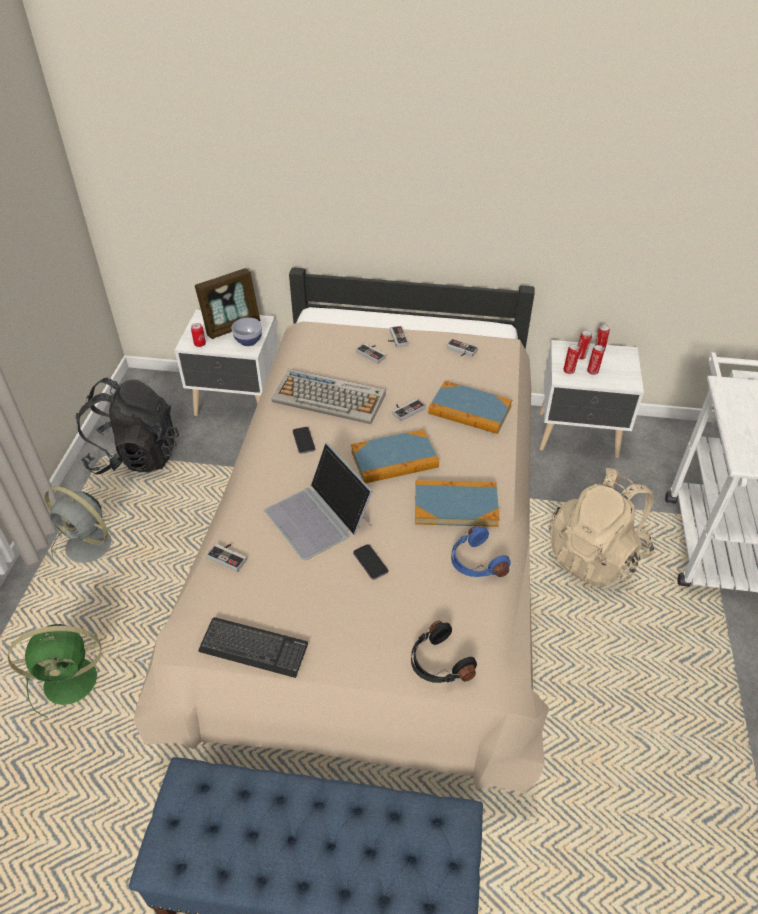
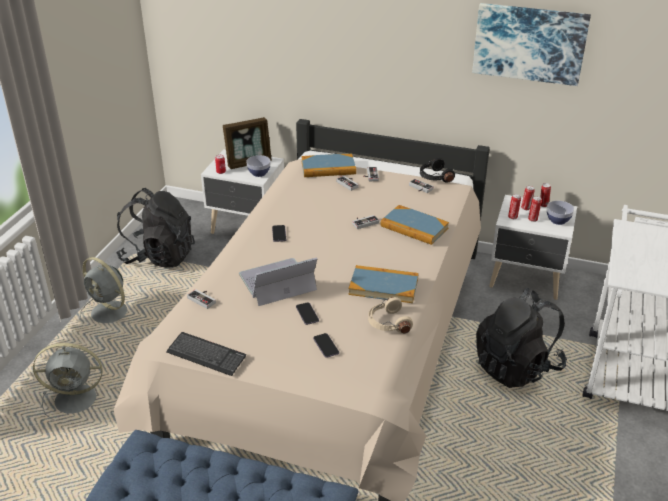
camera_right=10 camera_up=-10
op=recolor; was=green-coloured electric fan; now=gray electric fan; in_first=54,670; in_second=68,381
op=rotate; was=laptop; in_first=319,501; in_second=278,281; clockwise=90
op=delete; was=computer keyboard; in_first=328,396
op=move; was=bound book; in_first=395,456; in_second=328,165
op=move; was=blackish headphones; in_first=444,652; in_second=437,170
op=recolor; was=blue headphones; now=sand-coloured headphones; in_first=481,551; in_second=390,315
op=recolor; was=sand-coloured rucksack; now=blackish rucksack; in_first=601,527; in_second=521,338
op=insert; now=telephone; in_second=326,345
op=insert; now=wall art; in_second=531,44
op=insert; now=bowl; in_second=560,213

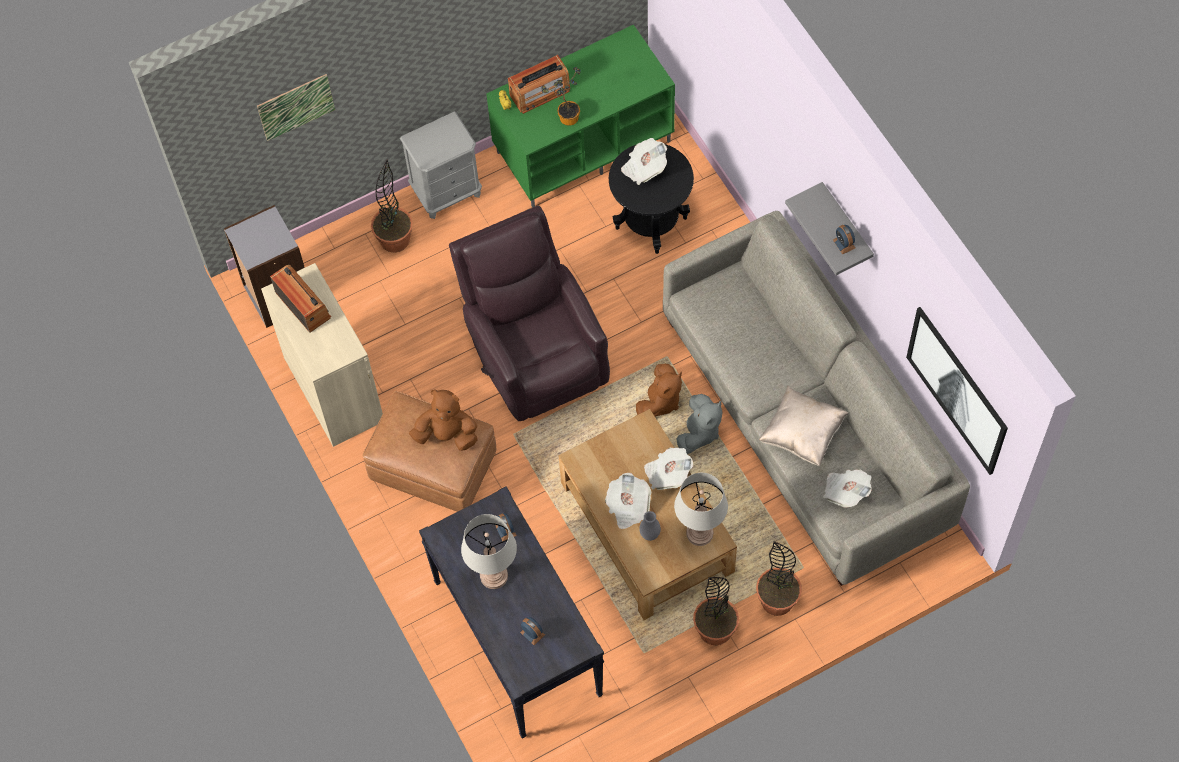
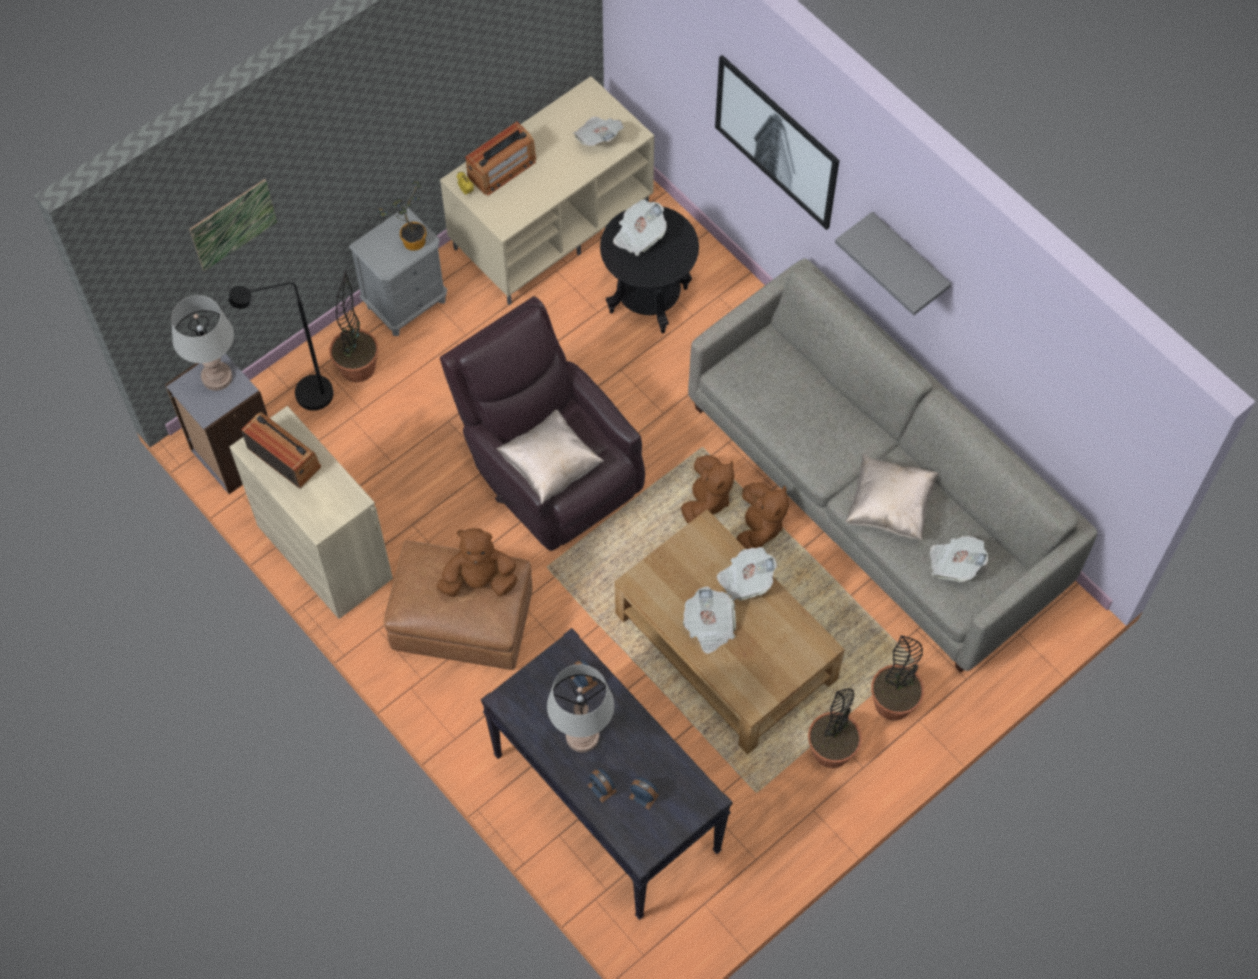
camera_right=-15 camera_up=0
op=recolor; was=green-coloured media console; now=sand-coloured media console; in_first=580,116; in_second=547,190
op=move; was=plant in a pot; in_first=561,96; in_second=402,216
op=delete; was=gray flower vase; in_first=650,526
op=move; was=gray table lamp; in_first=701,509; in_second=202,343
op=recolor; was=gray cuddly toy; now=brownish cuddly toy; in_first=699,424; in_second=762,516
op=move; was=table clock; in_first=844,239; in_second=602,786
op=move; was=wall art; in_first=957,391; in_second=777,142
op=insert; now=blackish floor lamp; in_second=281,346
op=insert; now=sand-coloured throw pillow; in_second=550,457
op=insert; now=newspaper; in_second=598,131

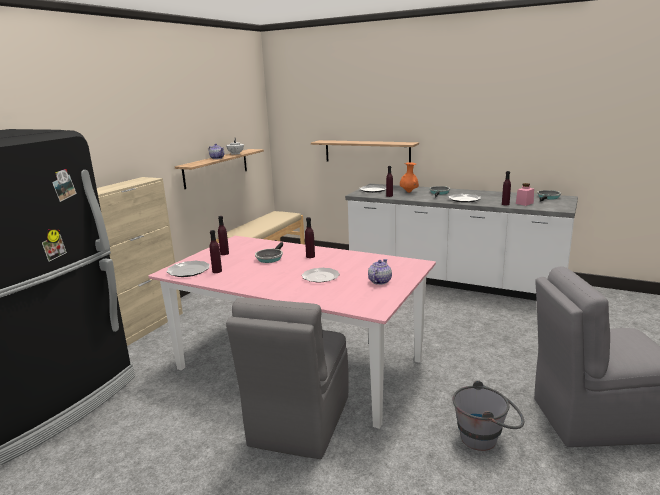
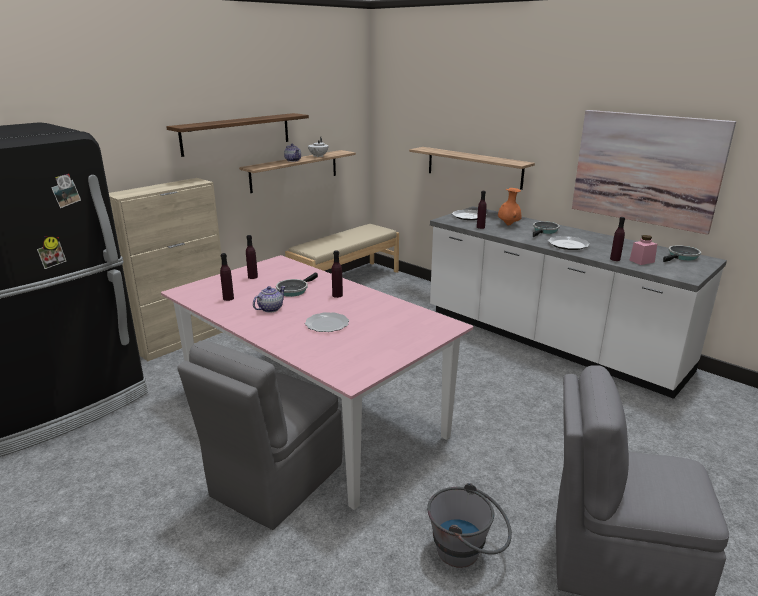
camera_right=15 camera_up=5
op=delete; was=plate; in_first=188,269
op=move; was=tea pot; in_first=380,272; in_second=269,299
op=insert; now=shelf; in_second=237,135
op=insert; now=wall art; in_second=654,172

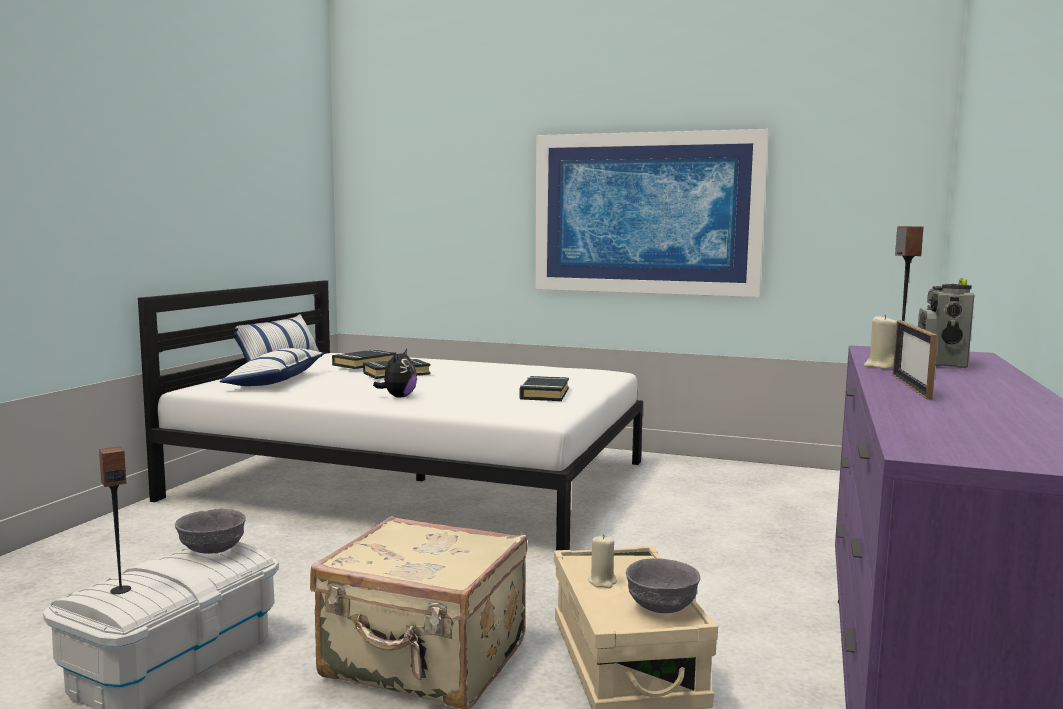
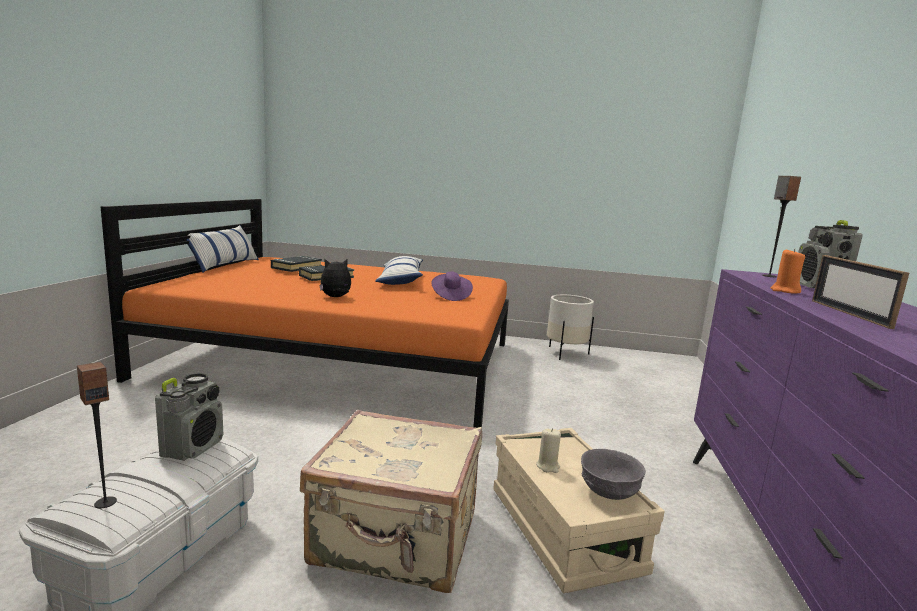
camera_right=-10 camera_up=5
op=recolor; was=white-coloured bed; now=orange bed; in_first=390,415; in_second=304,313
op=replace; was=gray bowl; now=radio set; in_first=210,531; in_second=189,417
op=move; was=throw pillow; in_first=272,367; in_second=399,270
op=rotate; was=cuddly toy; in_first=395,373; in_second=335,278; clockwise=-120
op=replace; was=blackish bound book; now=purple clothing hat; in_first=544,388; in_second=452,286
op=delete; was=wall art; in_first=652,213
op=recolor; was=sand-coloured wax candle; now=orange wax candle; in_first=880,341; in_second=788,271
op=insert; now=white-coloured plant pot; in_second=570,327

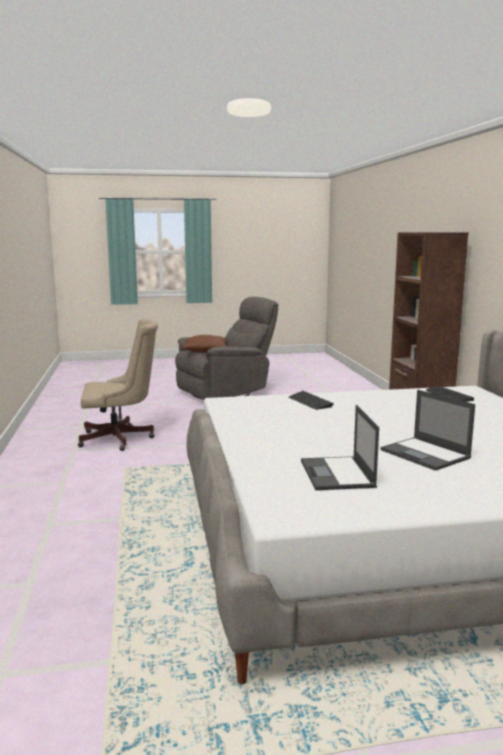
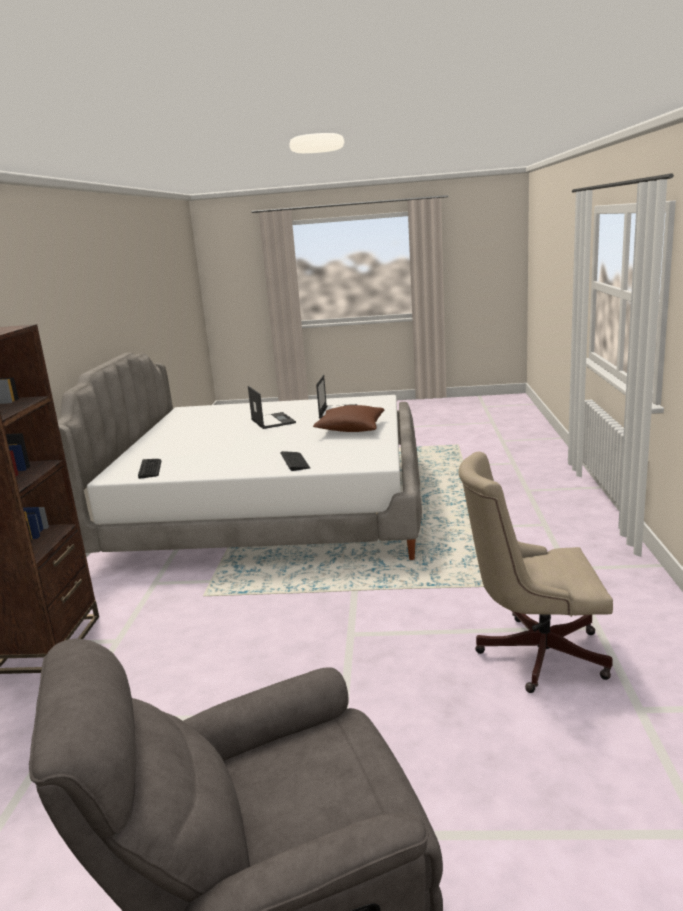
camera_right=-165 camera_up=5
op=move; was=brownish throw pillow; in_first=205,344; in_second=348,418

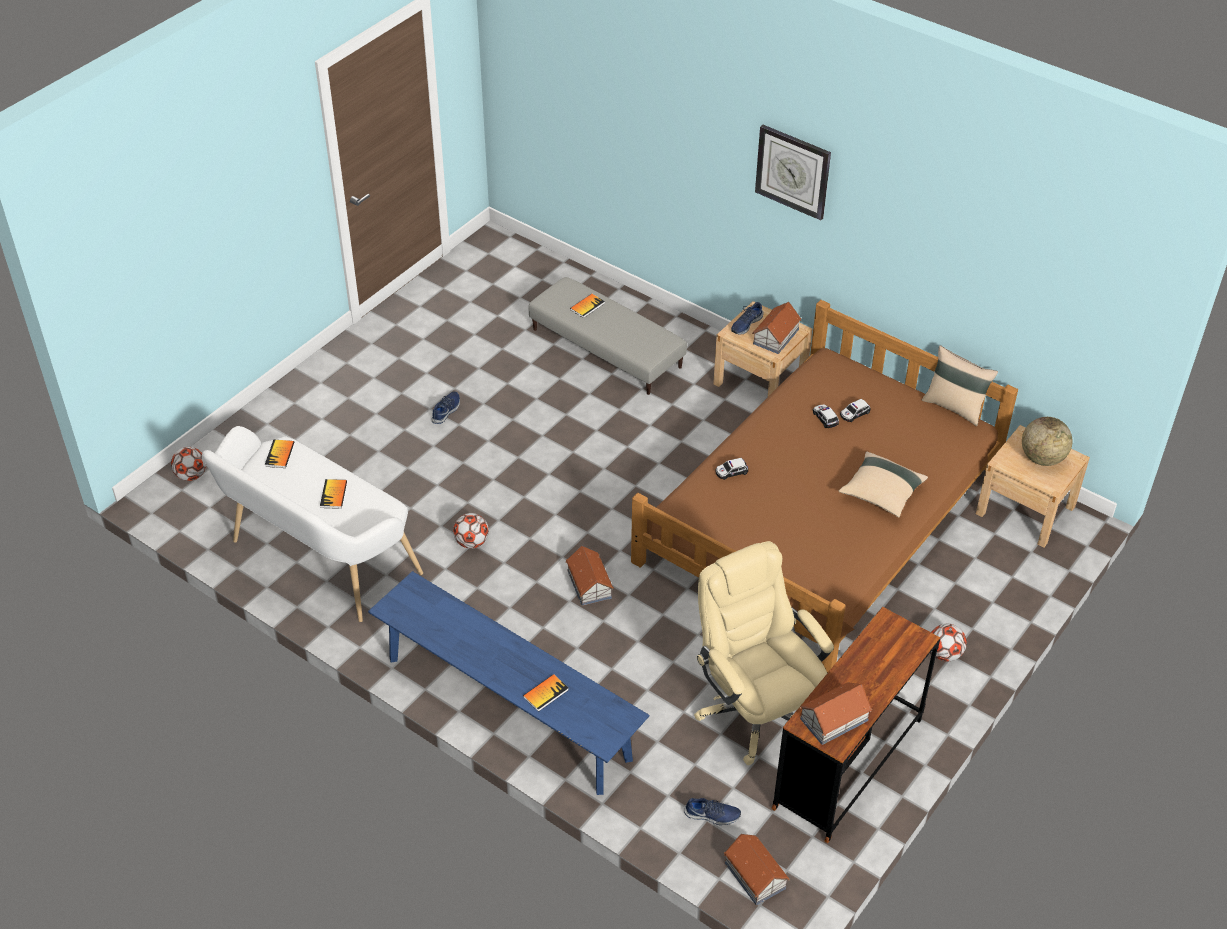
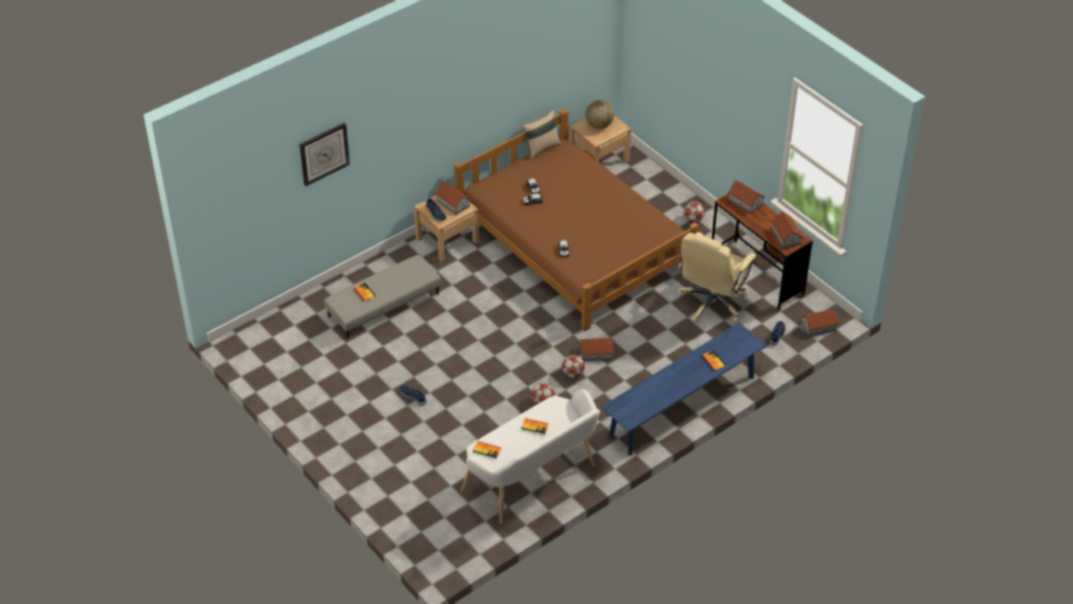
camera_right=-75 camera_up=0
op=move; was=football; in_first=188,464; in_second=573,366
op=rotate; was=sand-coloured desk chair; in_first=764,653; in_second=717,277; clockwise=-45
op=move; was=clock on the wall; in_first=793,172; in_second=324,154
op=delete; was=sand-coloured throw pillow; in_first=883,484
op=insert; now=model house; in_second=746,197

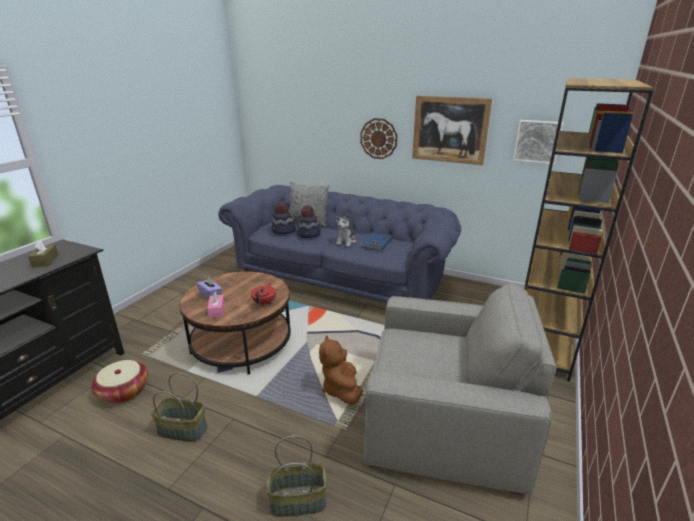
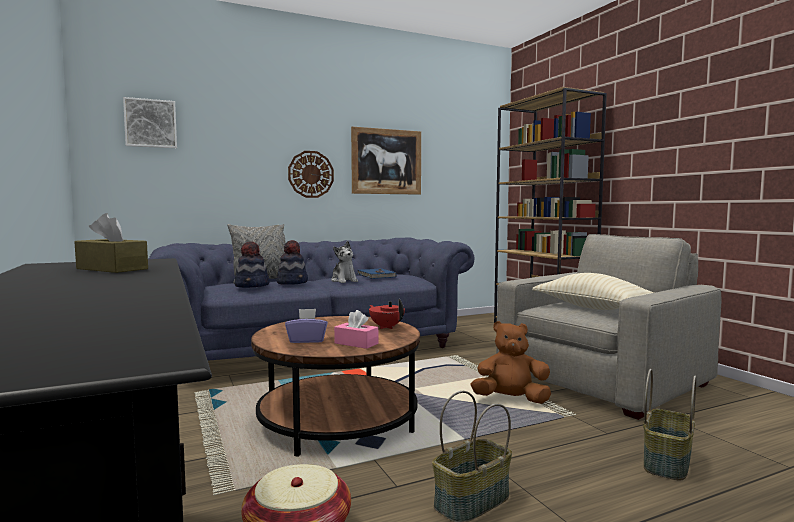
camera_right=-50 camera_up=-20
op=rotate; was=brownish cuddly toy; in_first=341,370; in_second=510,362; clockwise=150
op=move; was=wall art; in_first=538,142; in_second=150,122
op=insert; now=sand-coloured throw pillow; in_second=593,291

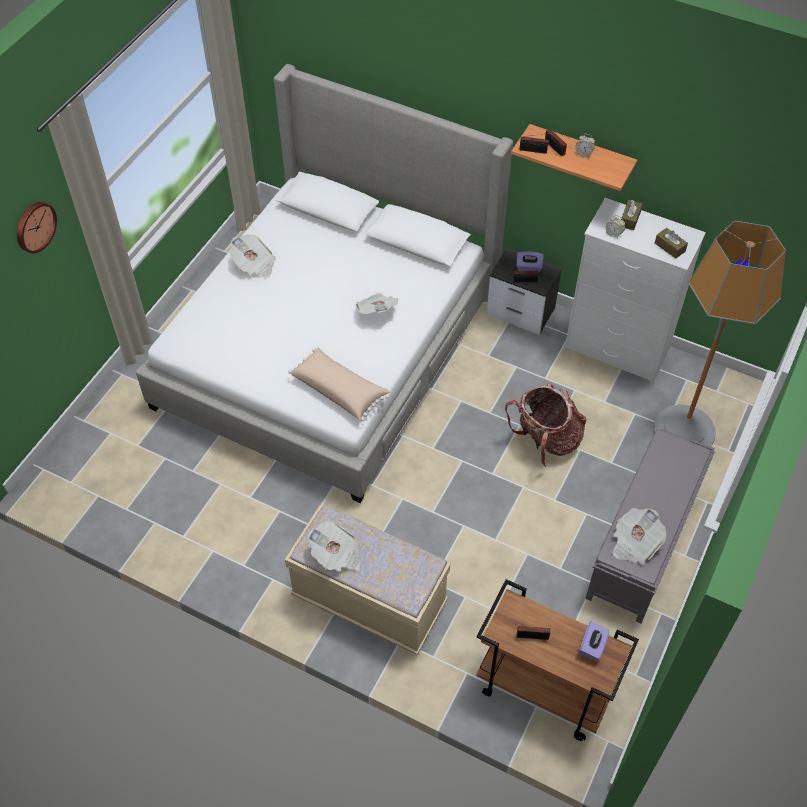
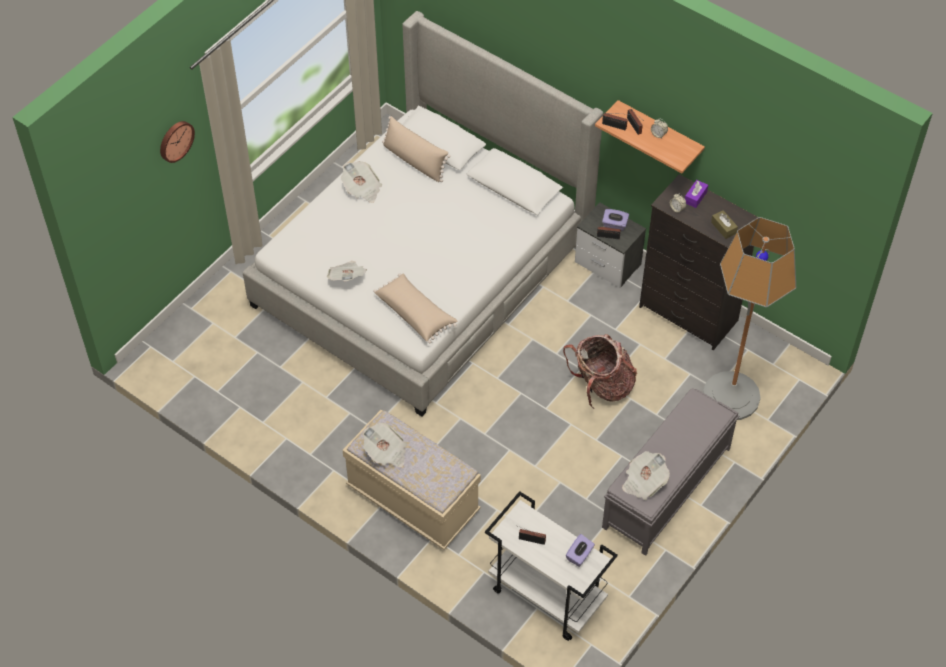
camera_right=10 camera_up=0
op=move; was=newspaper; in_first=377,303; in_second=347,271
op=recolor; was=brownish wheeled cart; now=white-coloured wheeled cart; in_first=557,660; in_second=551,566
op=recolor; was=white-coloured chest of drawers; now=blackish chest of drawers; in_first=635,292; in_second=698,262
op=recolor; was=brownish tissue box; now=purple tissue box; in_first=632,215; in_second=696,194
op=insert; now=sand-coloured throw pillow; in_second=416,149

